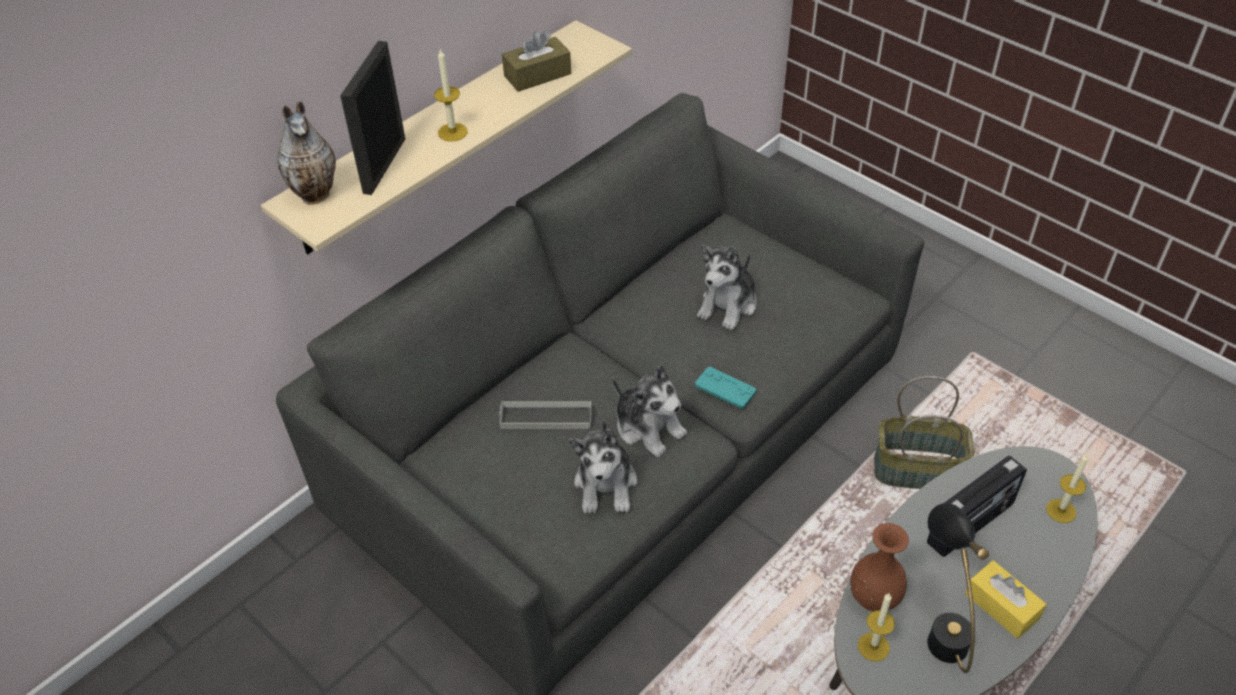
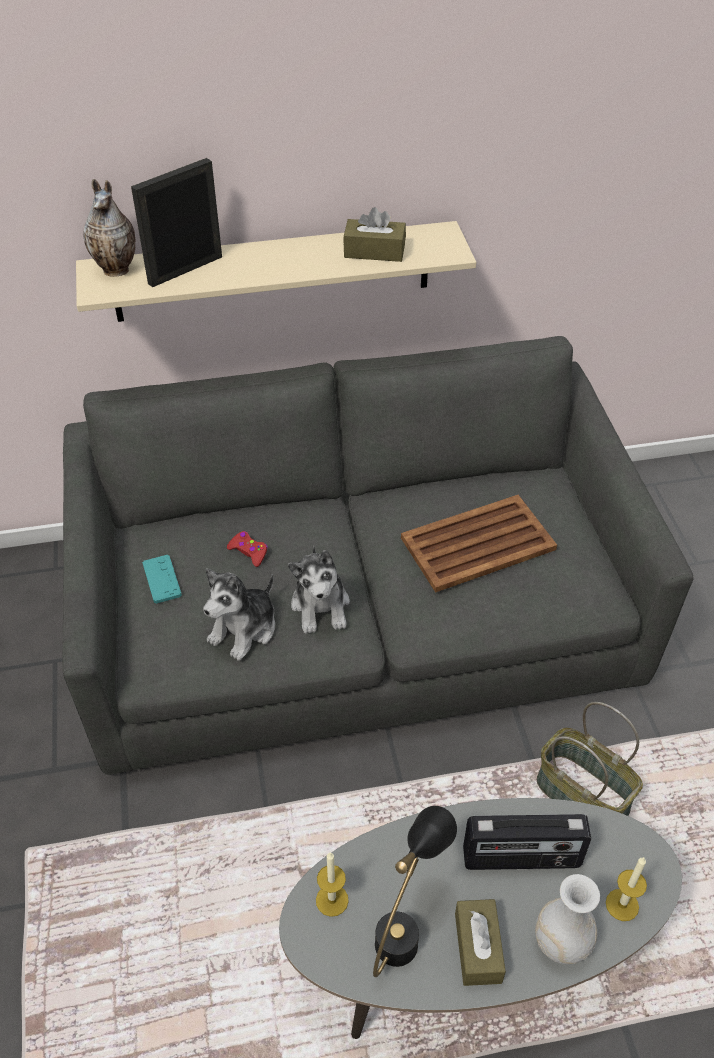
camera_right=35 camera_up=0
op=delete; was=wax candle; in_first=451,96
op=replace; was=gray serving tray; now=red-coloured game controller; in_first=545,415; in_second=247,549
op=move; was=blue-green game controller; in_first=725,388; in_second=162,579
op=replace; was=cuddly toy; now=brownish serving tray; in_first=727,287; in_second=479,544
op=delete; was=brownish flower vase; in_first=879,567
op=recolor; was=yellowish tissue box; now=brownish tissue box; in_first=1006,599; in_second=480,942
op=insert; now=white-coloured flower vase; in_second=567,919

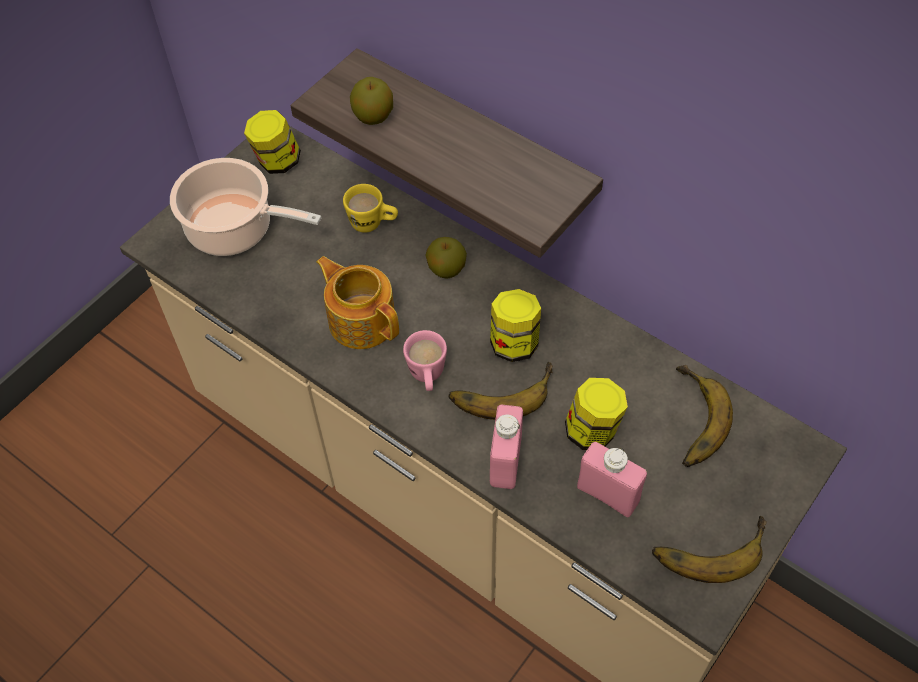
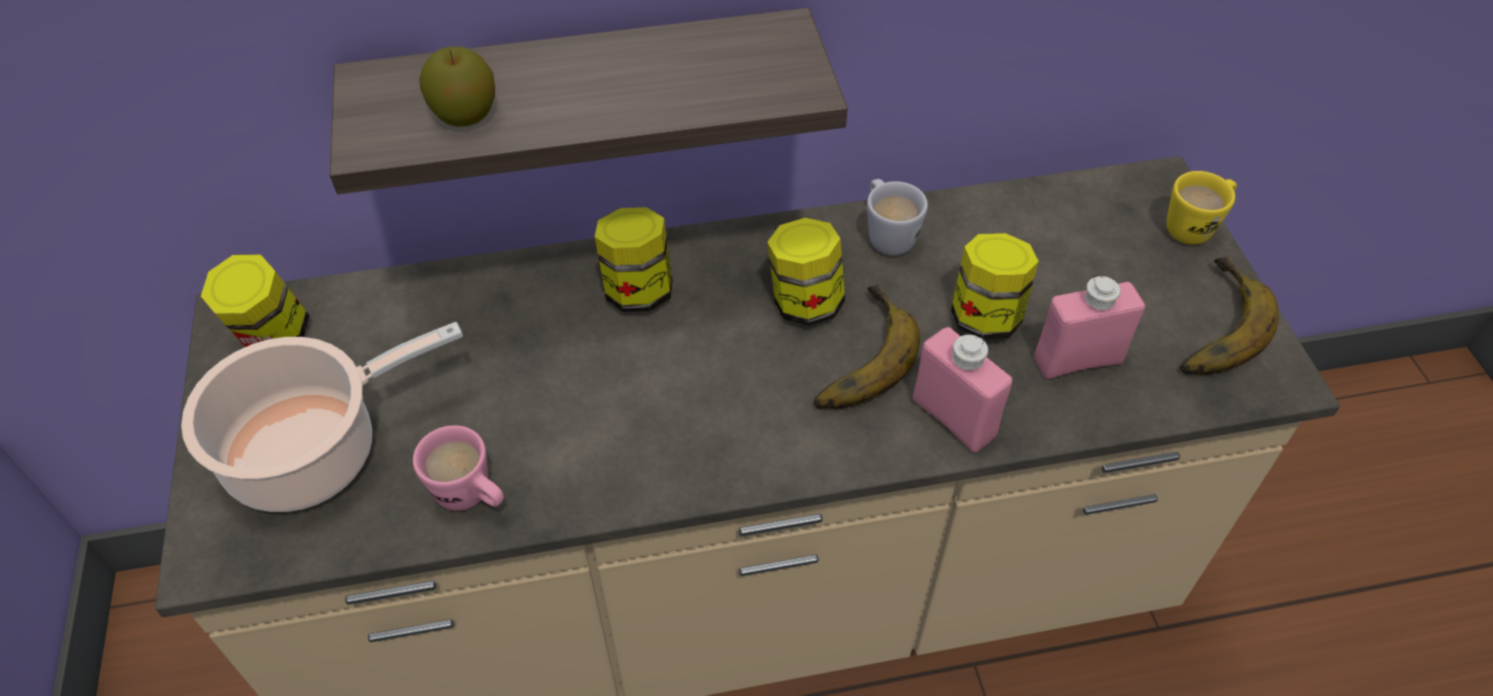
camera_right=-50 camera_up=-5
op=delete; was=tea pot; in_first=357,302
op=move; was=yellowish mug; in_first=370,208; in_second=1202,208
op=move; was=pink mug; in_first=425,360; in_second=458,468
op=replace; was=apple; now=preserve jar; in_first=446,258; in_second=634,259
op=delete; was=banana; in_first=704,416
op=insert; now=white-coloured mug; in_second=897,217

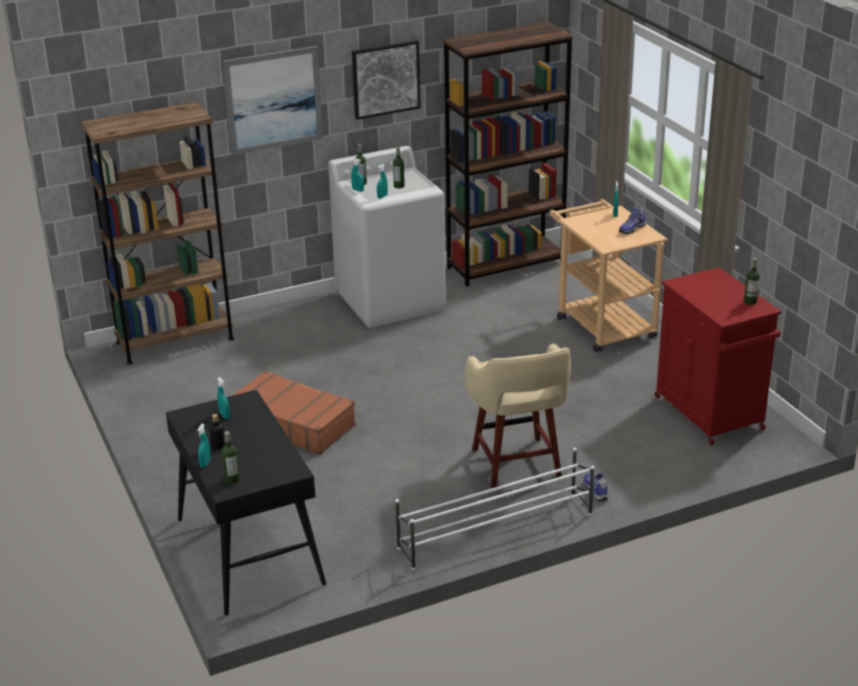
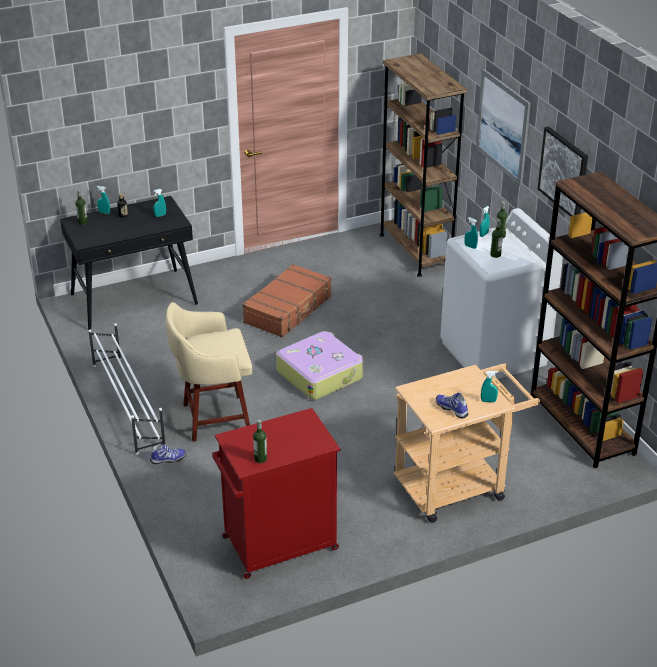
camera_right=90 camera_up=5
op=insert; now=travel case; in_second=319,365

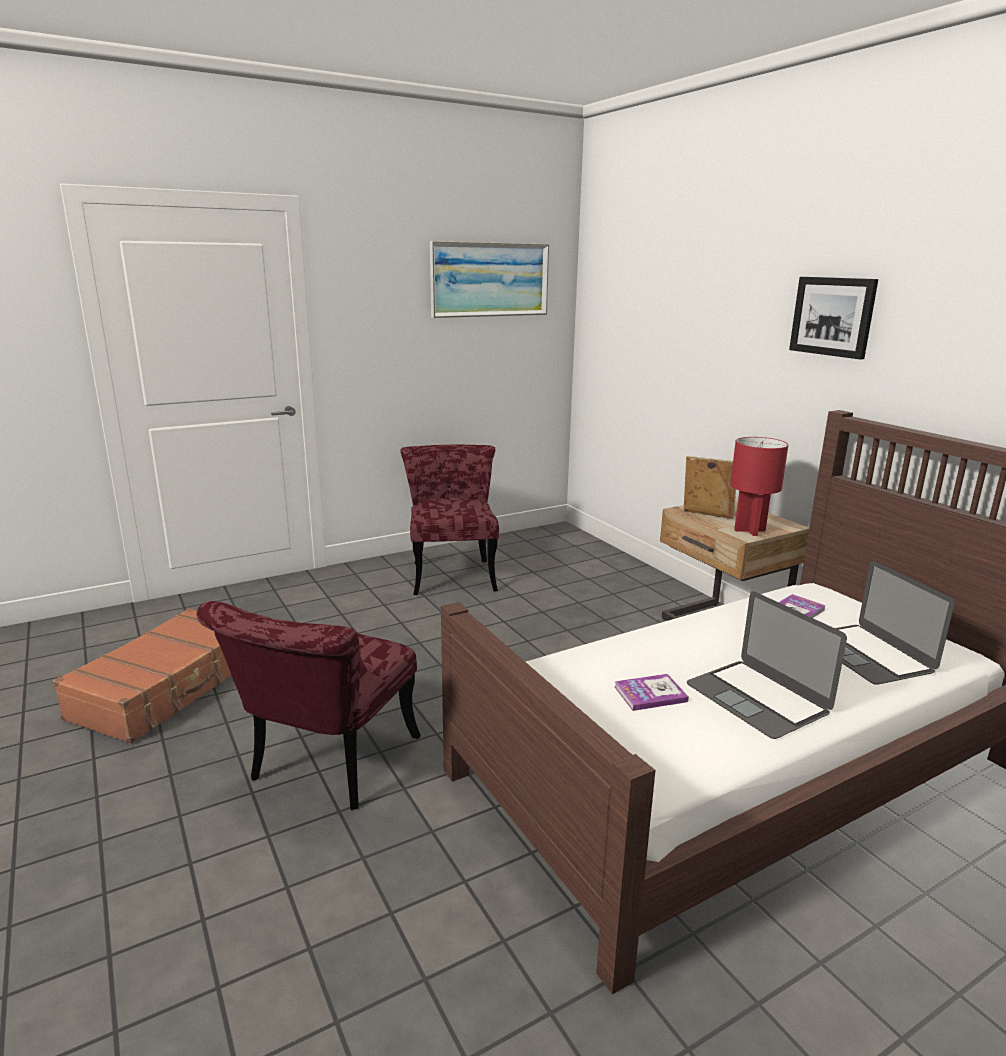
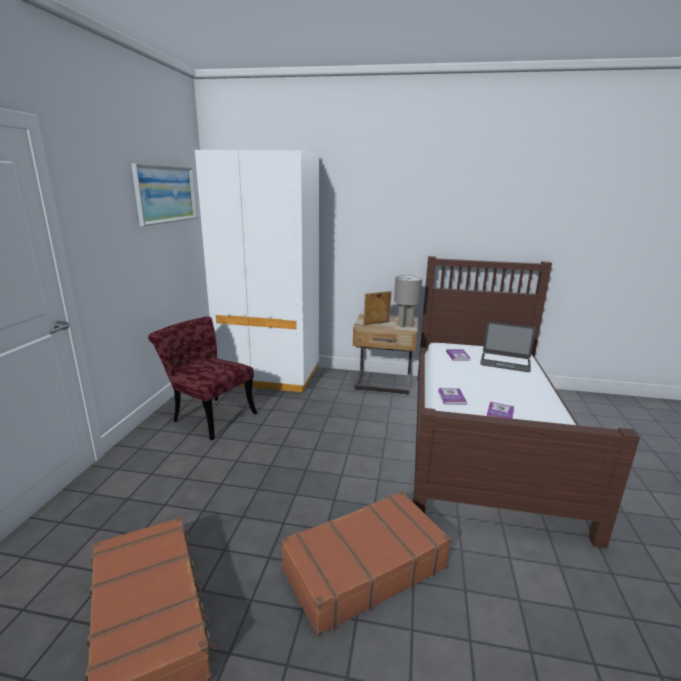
camera_right=-50 camera_up=0
op=replace; was=red-coloured upright chair; now=brownish travel case; in_first=308,705; in_second=366,563
op=delete; was=laptop; in_first=767,665
op=recolor; was=red-coloured table lamp; now=gray table lamp; in_first=759,486; in_second=408,301
op=delete; was=wall art; in_first=833,318
op=insert; now=white-coloured clothes cupboard; in_second=257,271
op=insert; now=bound book; in_second=452,396

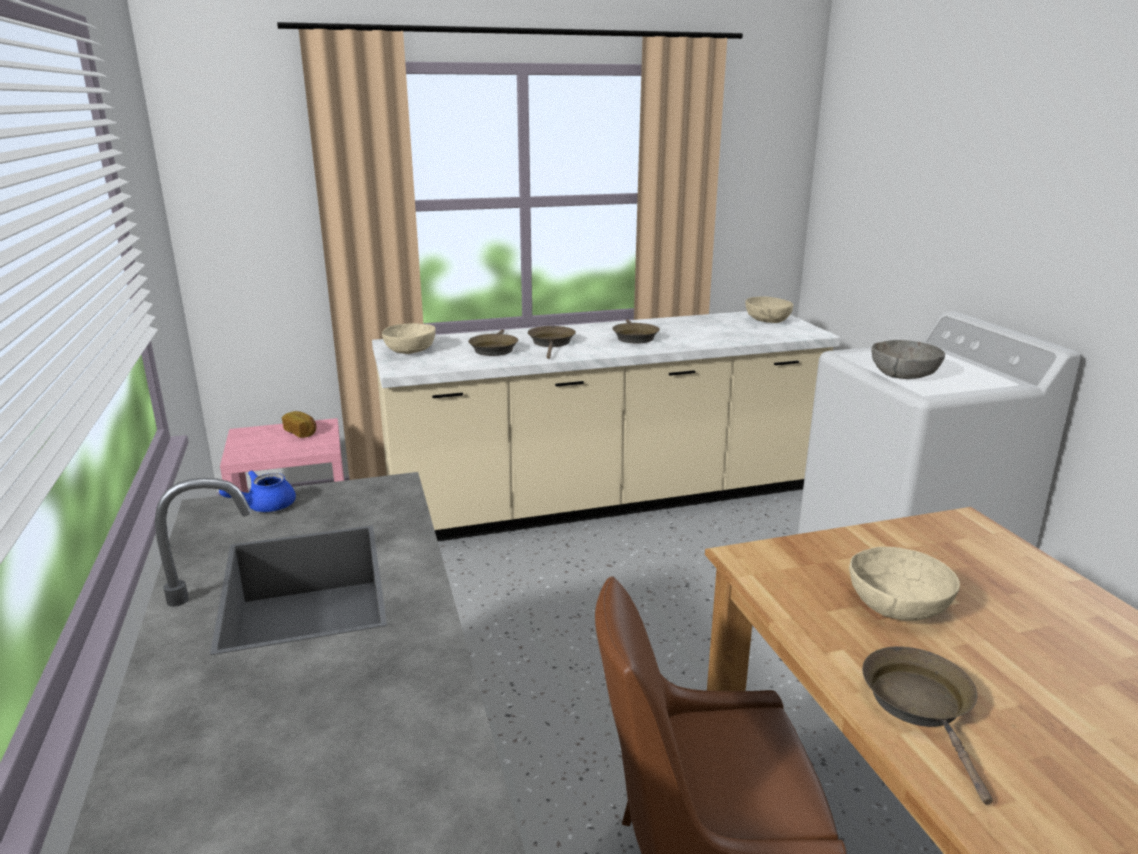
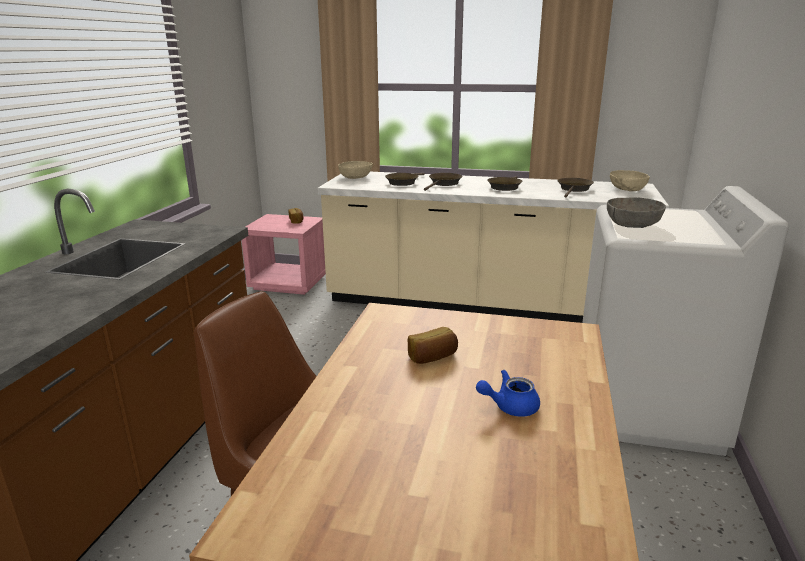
camera_right=30 camera_up=0
op=move; was=blue tea pot; in_first=257,491; in_second=508,393
op=replace; was=sand-coloured bowl; now=baked bread; in_first=904,584; in_second=433,345
op=move; was=brownish frying pan; in_first=927,725; in_second=576,188

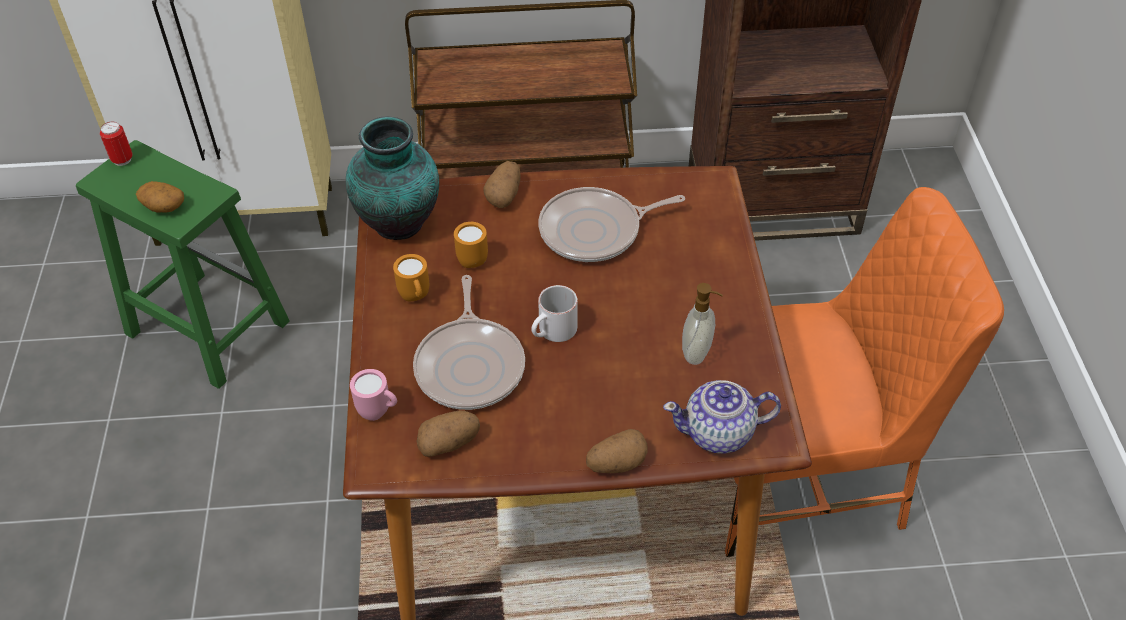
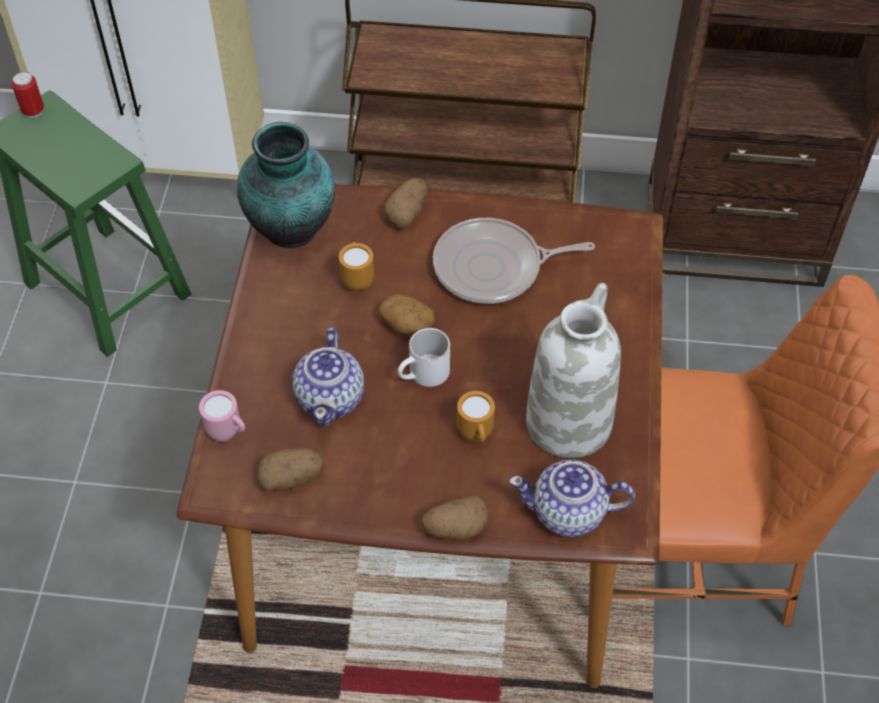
camera_right=10 camera_up=5
op=move; was=spud; in_first=160,197; in_second=407,315
op=move; was=orange mug; in_first=411,277; in_second=476,416
op=replace; was=frying pan; now=tea pot; in_first=469,342; in_second=328,376
op=replace; was=soap dispenser; now=white-coloured flower vase; in_first=702,324; in_second=573,370

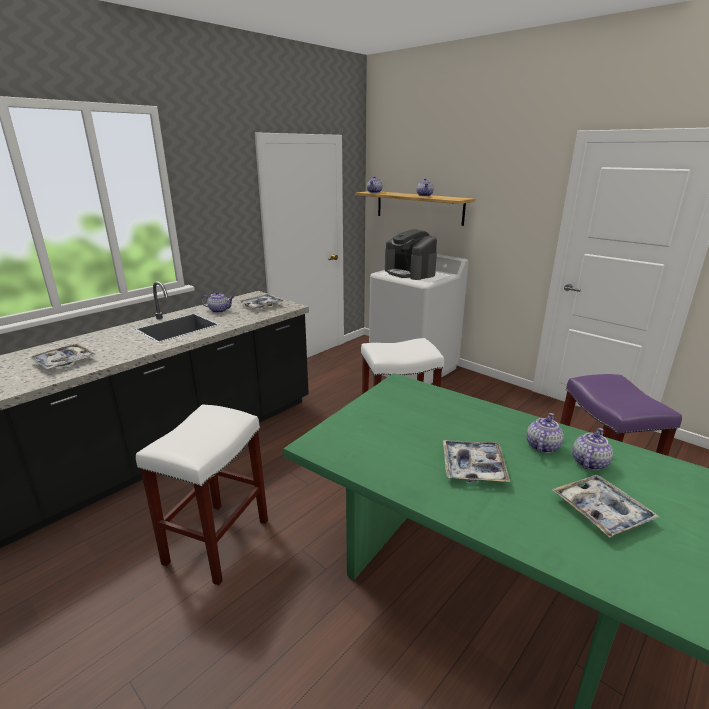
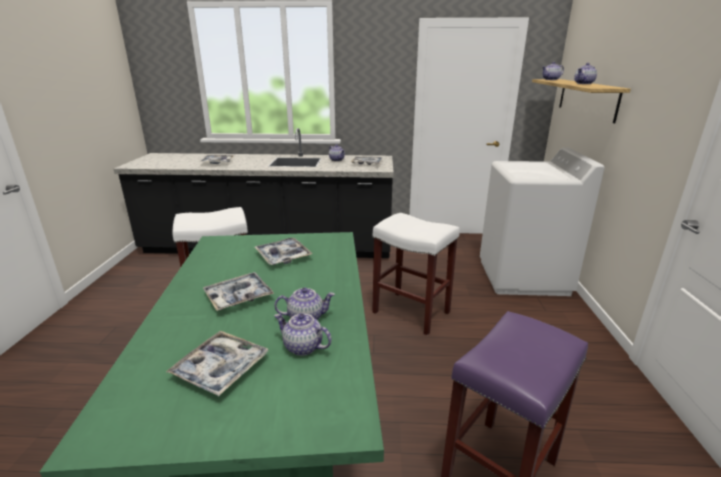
camera_right=50 camera_up=0
op=delete; was=coffee maker; in_first=411,254
op=rotate; was=tea pot; in_first=592,449; in_second=303,334; clockwise=-150
op=insert; now=serving tray; in_second=283,251

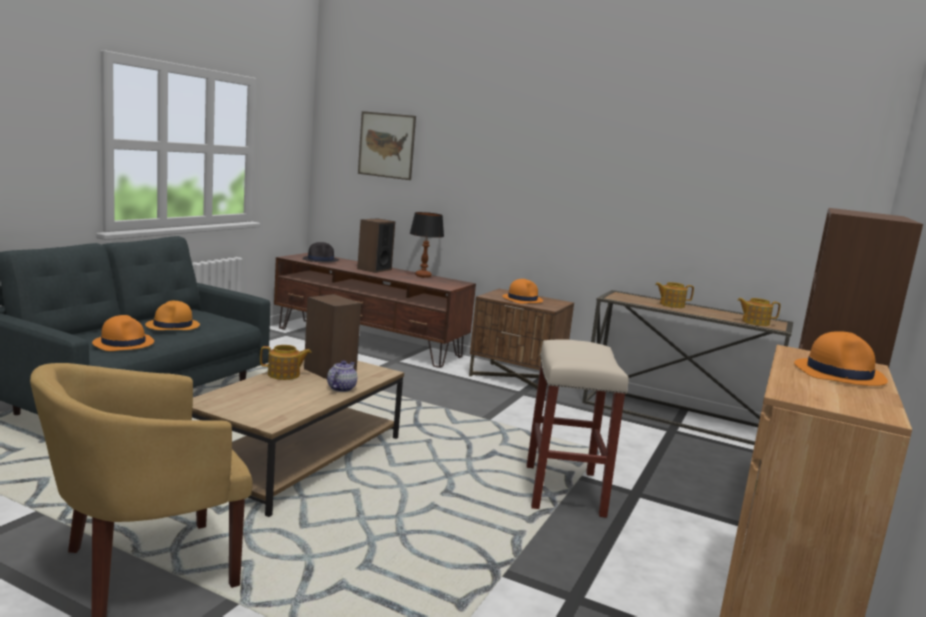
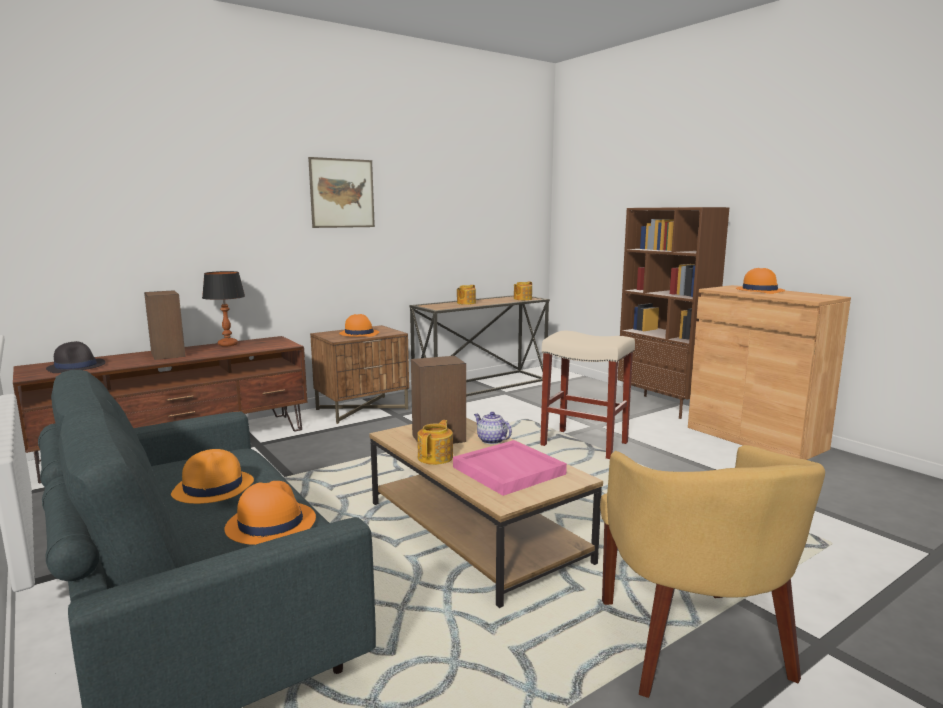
camera_right=-60 camera_up=0
op=move; was=wall art; in_first=387,145; in_second=341,192
op=insert; now=pink serving tray; in_second=510,468

